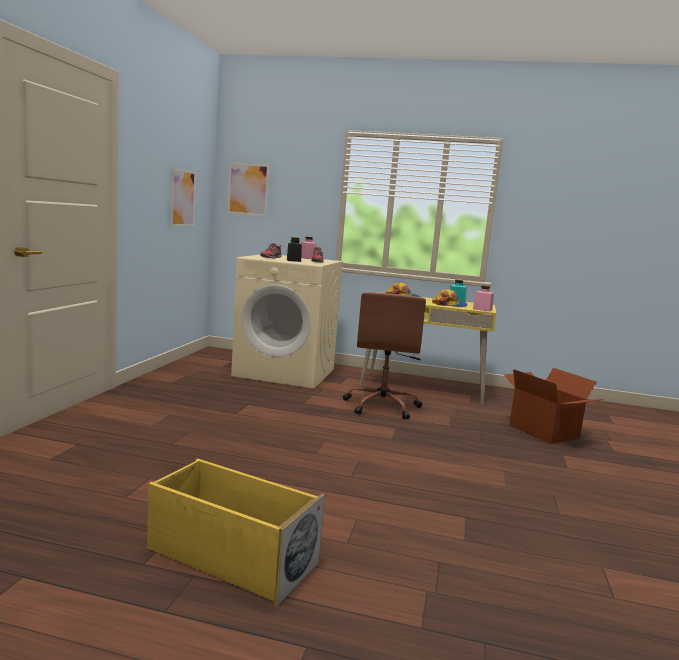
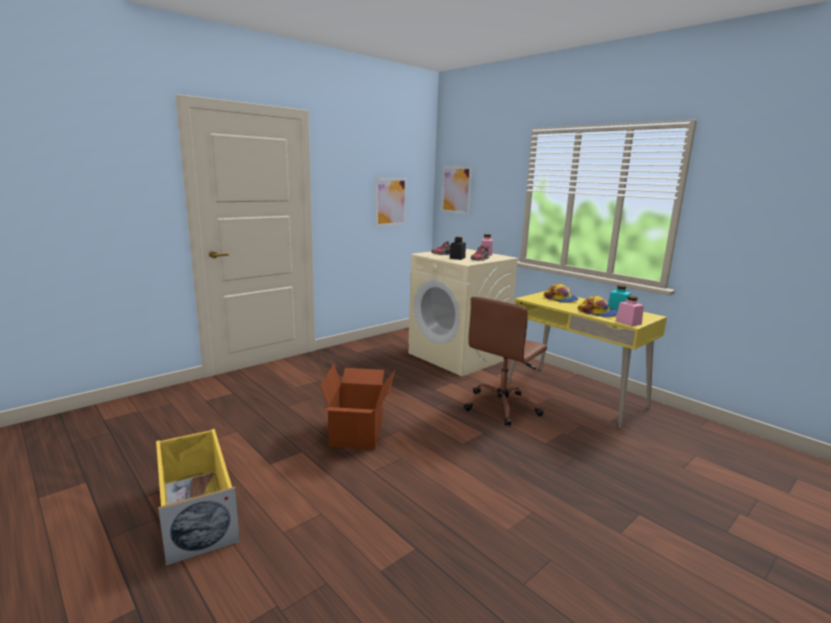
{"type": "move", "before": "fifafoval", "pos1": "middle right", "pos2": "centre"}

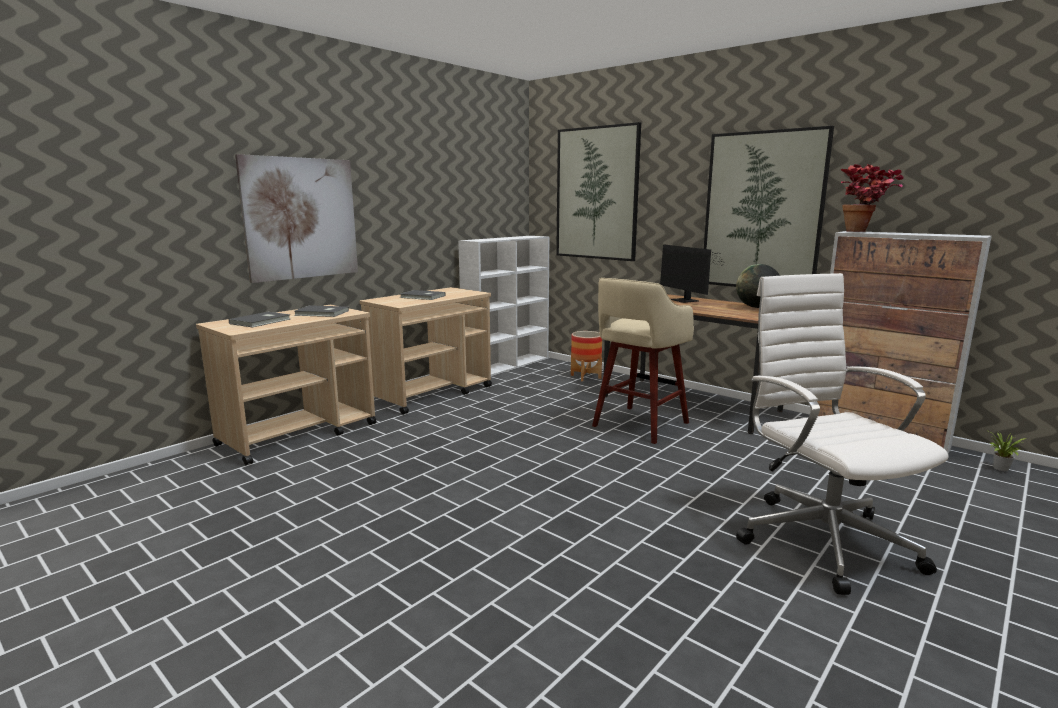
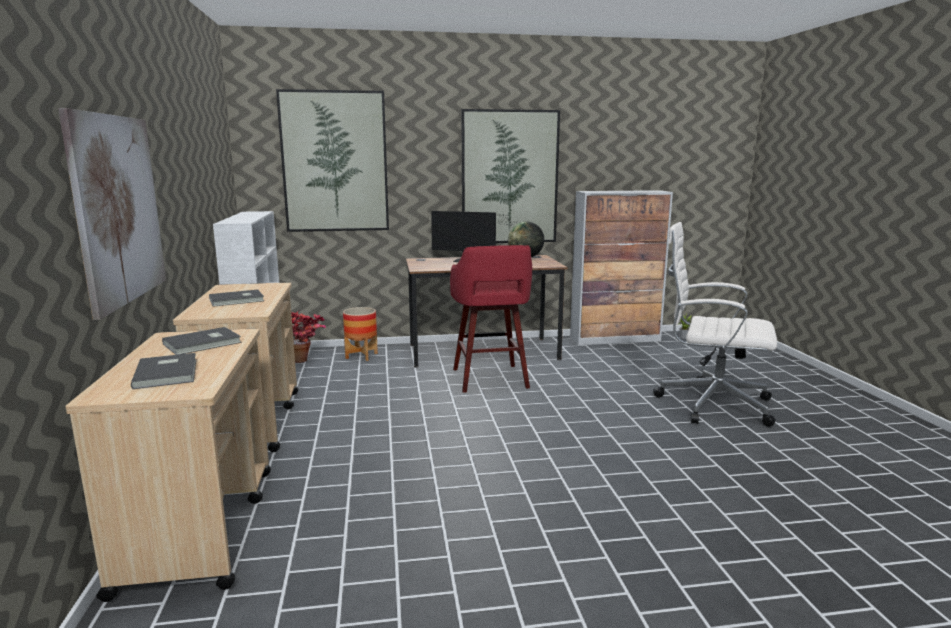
{"type": "move", "before": "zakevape (1st from left)", "pos1": "top right", "pos2": "middle left"}
{"type": "recolor", "before": "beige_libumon", "after": "red_libumon", "pos1": "centre", "pos2": "centre"}

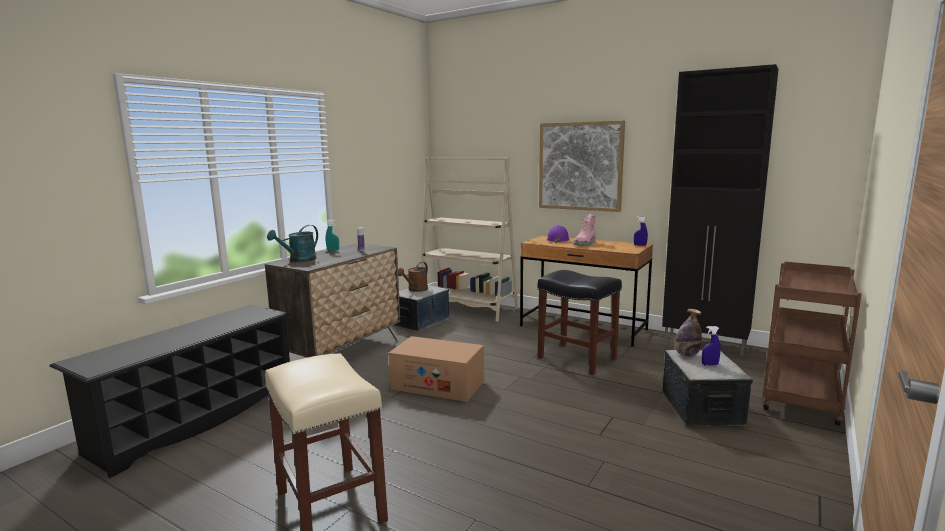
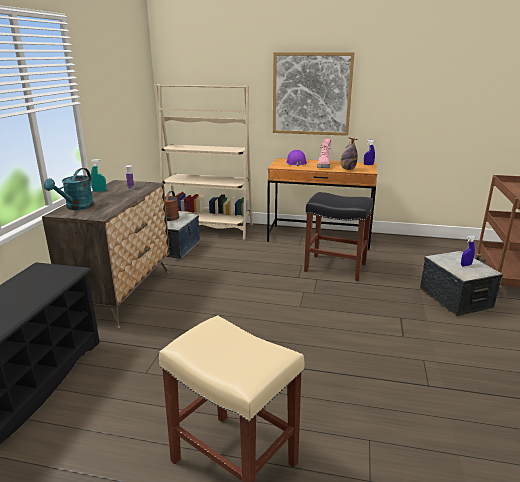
{"type": "delete", "before": "fifafoval", "pos1": "bottom centre"}
{"type": "delete", "before": "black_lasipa", "pos1": "middle right"}
{"type": "move", "before": "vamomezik (2nd from left)", "pos1": "middle right", "pos2": "top right"}

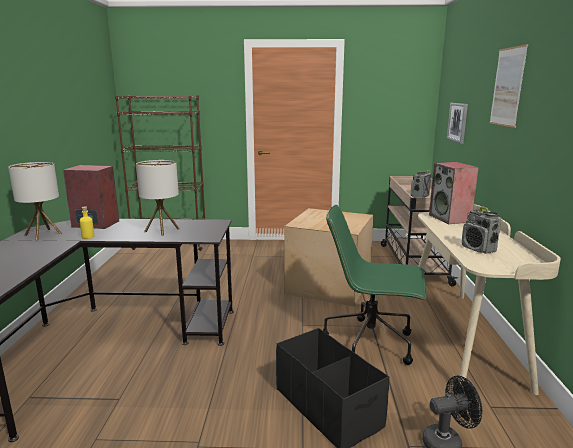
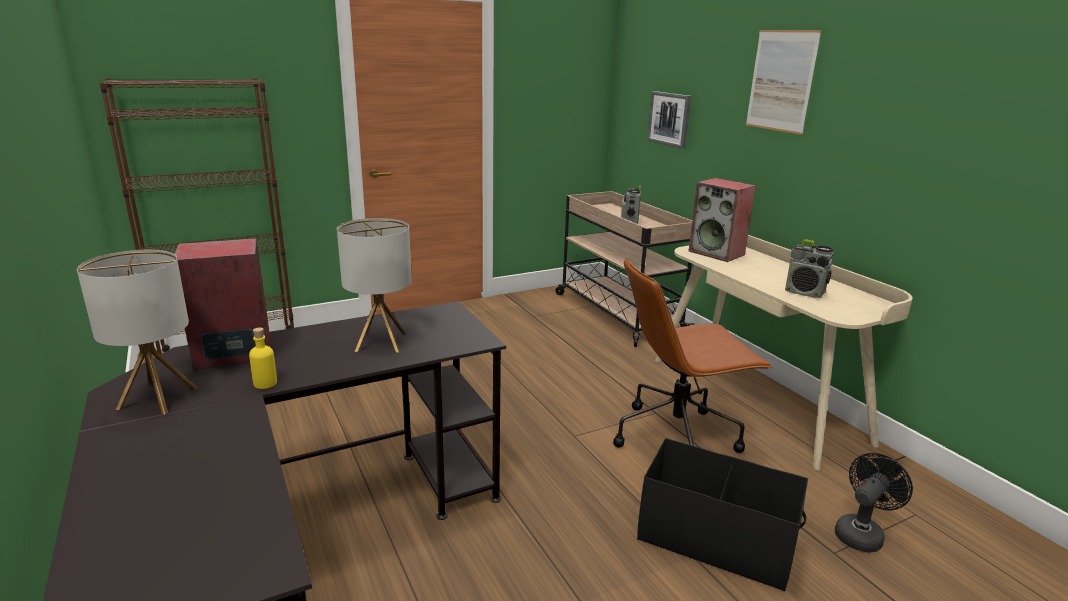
{"type": "delete", "before": "fifafoval", "pos1": "centre"}
{"type": "recolor", "before": "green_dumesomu", "after": "brown_dumesomu", "pos1": "centre", "pos2": "centre"}

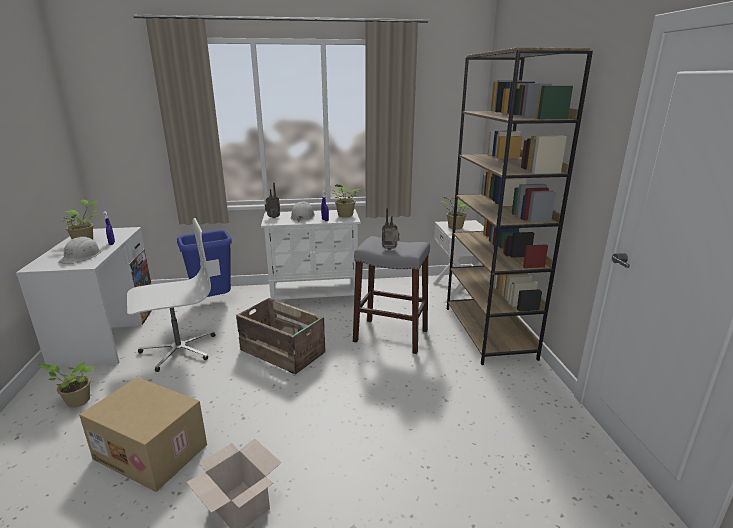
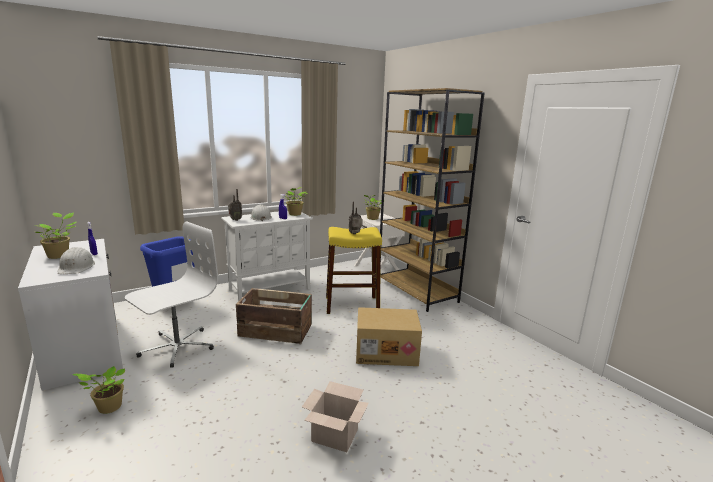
{"type": "move", "before": "fifafoval (1st from left in the first image)", "after": "fifafoval (2nd from left)", "pos1": "bottom left", "pos2": "bottom centre"}
{"type": "recolor", "before": "grey_libumon", "after": "yellow_libumon", "pos1": "centre", "pos2": "centre"}

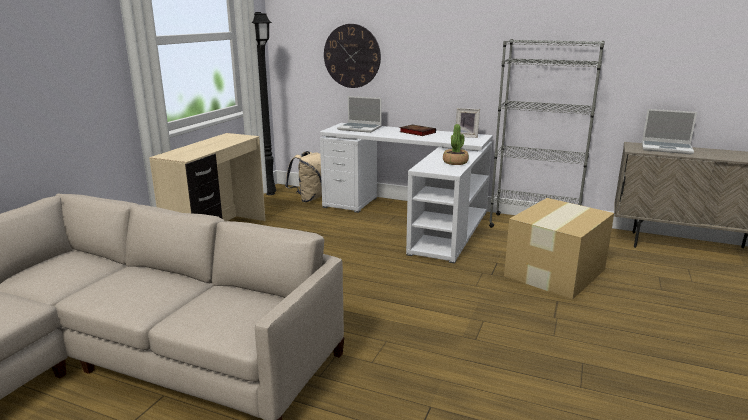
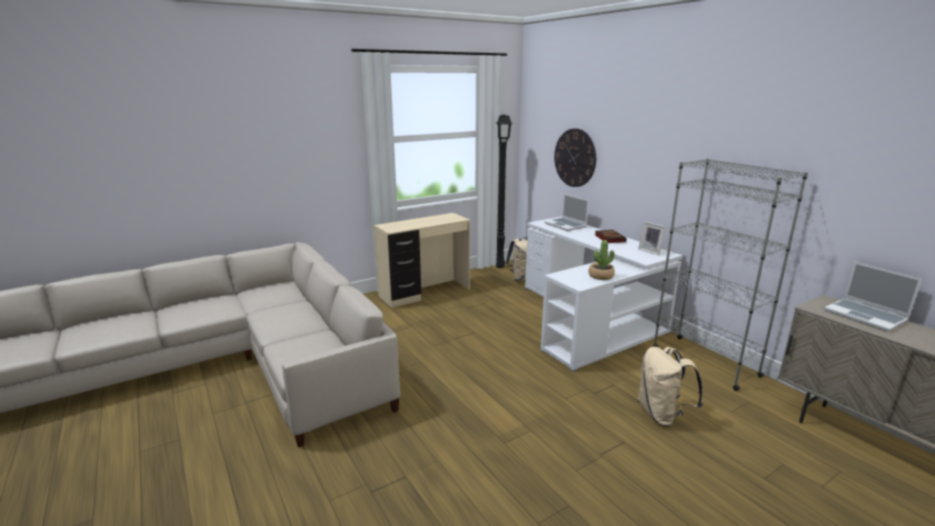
{"type": "replace", "before": "fifafoval", "after": "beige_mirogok (2nd from left)", "pos1": "middle right", "pos2": "bottom right"}

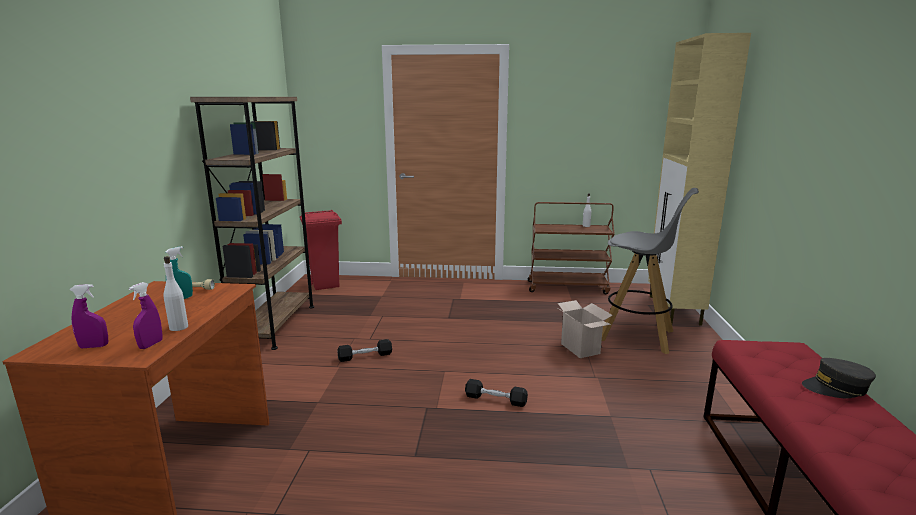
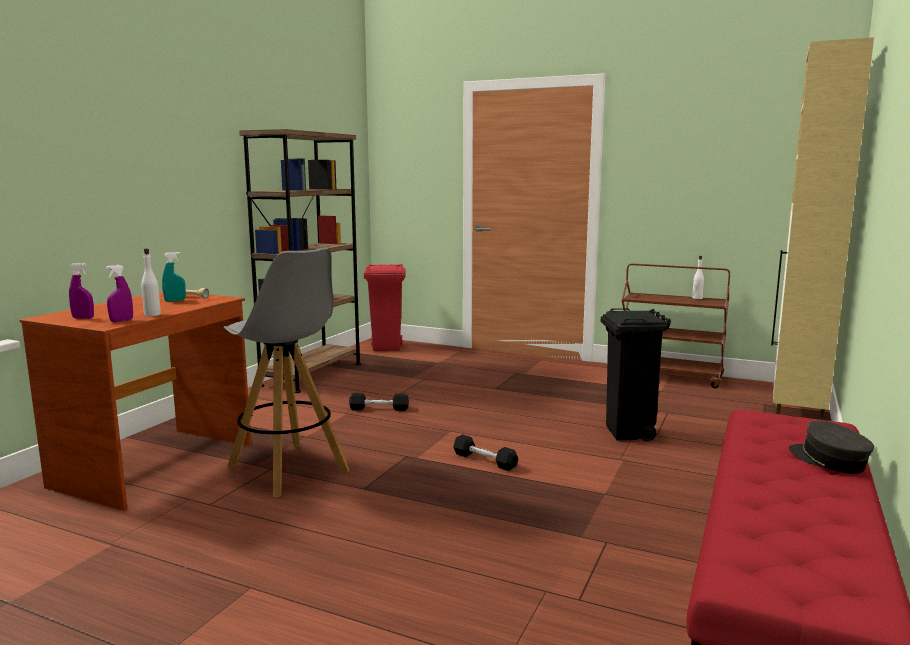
{"type": "move", "before": "grey_libumon", "pos1": "middle right", "pos2": "middle left"}
{"type": "replace", "before": "fifafoval", "after": "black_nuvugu", "pos1": "centre", "pos2": "middle right"}
{"type": "rotate", "before": "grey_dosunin", "pos1": "bottom right", "pos2": "bottom right", "turn": 45}

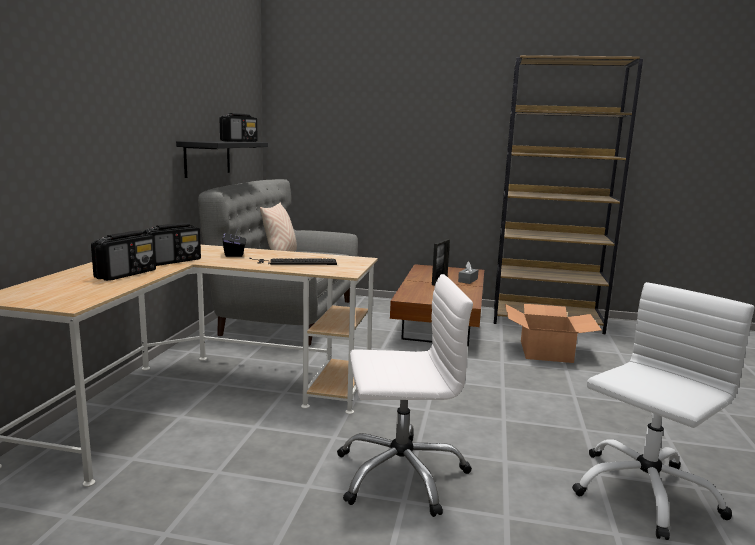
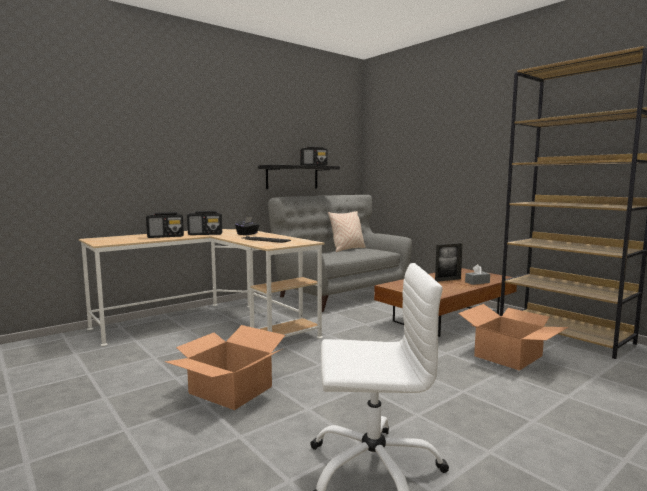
{"type": "replace", "before": "white_dumesomu (1st from left)", "after": "fifafoval (1st from left)", "pos1": "bottom centre", "pos2": "bottom centre"}

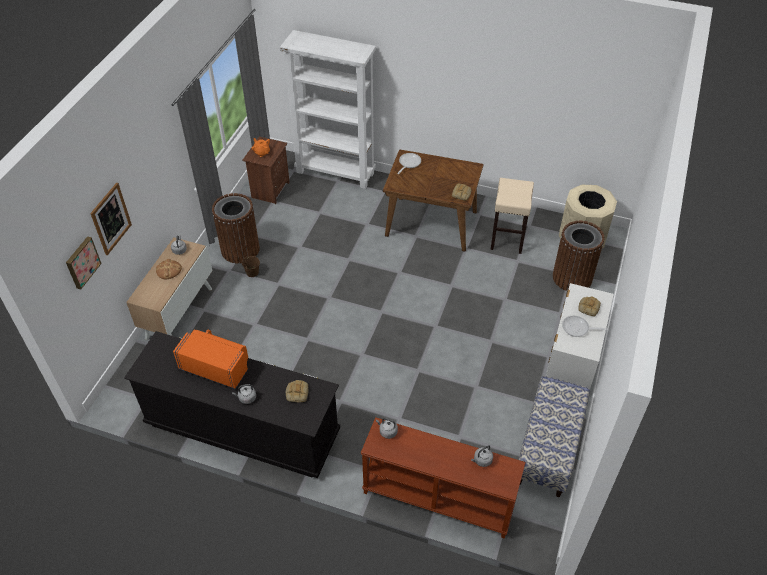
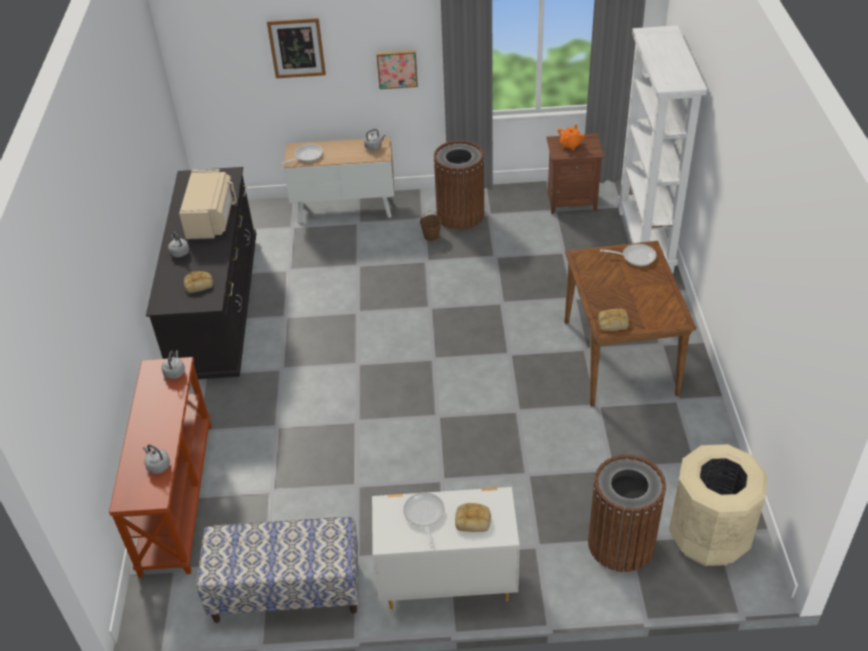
{"type": "delete", "before": "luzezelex (1st from left)", "pos1": "middle left"}
{"type": "delete", "before": "beige_libumon", "pos1": "middle right"}
{"type": "insert", "after": "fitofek (1st from left)", "pos2": "top centre"}
{"type": "move", "before": "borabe (1st from left in the first image)", "after": "borabe (2nd from left)", "pos1": "middle left", "pos2": "top centre"}
{"type": "recolor", "before": "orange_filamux", "after": "beige_filamux", "pos1": "middle left", "pos2": "top left"}

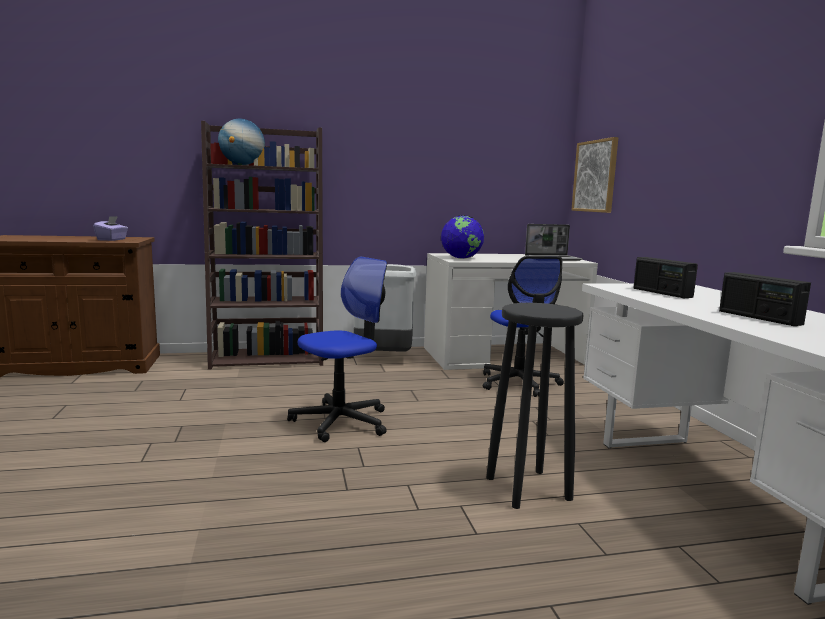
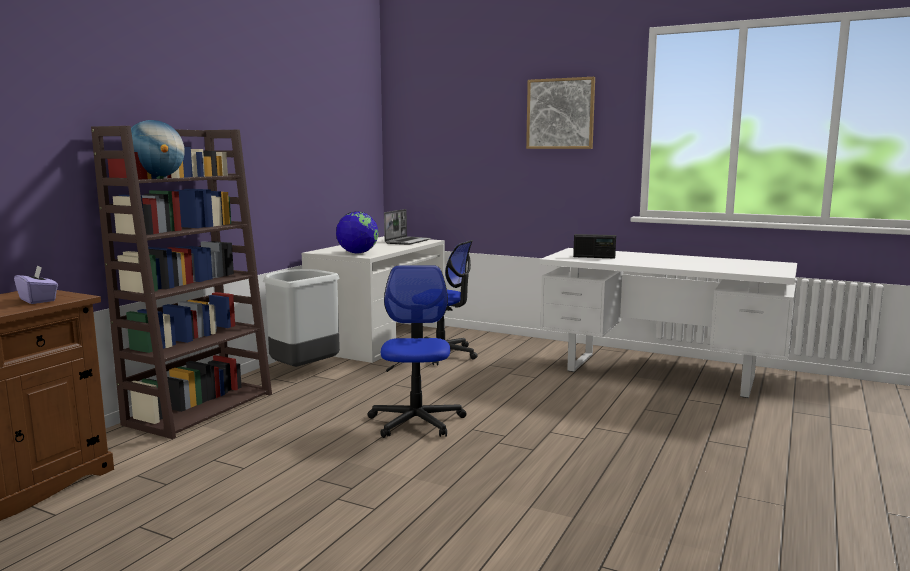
{"type": "delete", "before": "black_libumon", "pos1": "centre"}
{"type": "delete", "before": "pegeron (2nd from left)", "pos1": "middle right"}
{"type": "move", "before": "borabe", "pos1": "top right", "pos2": "top centre"}

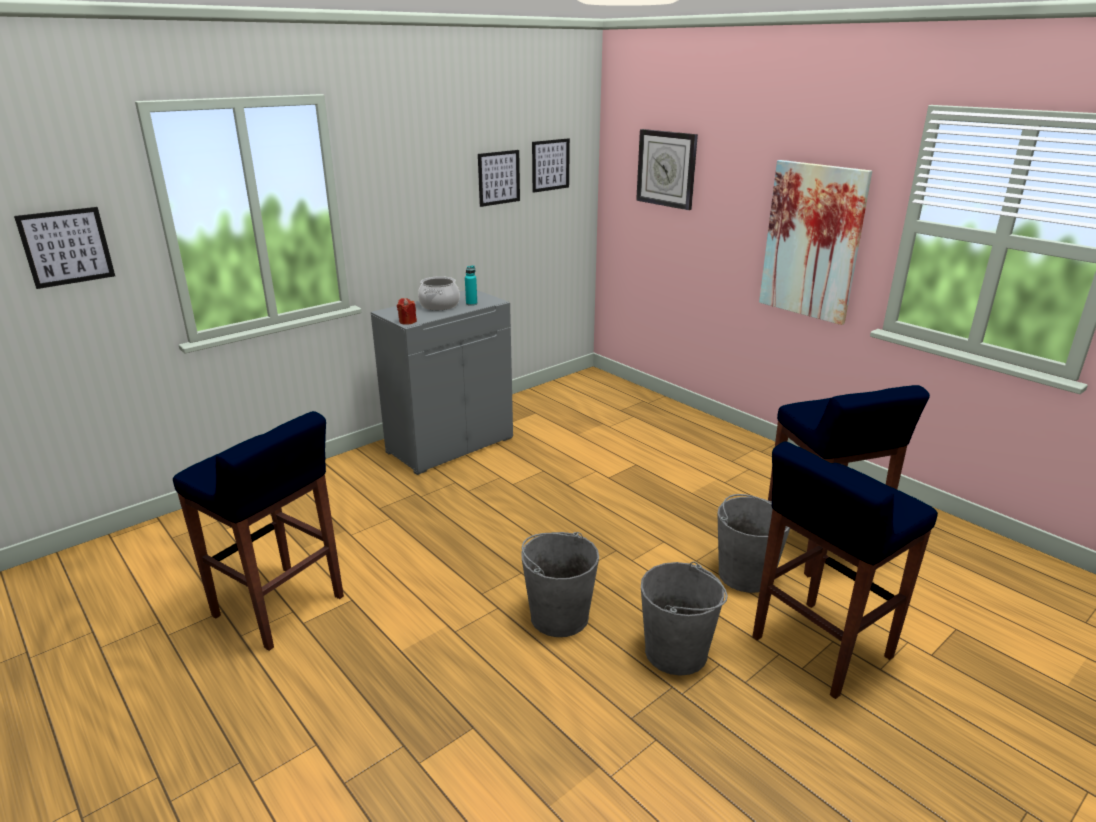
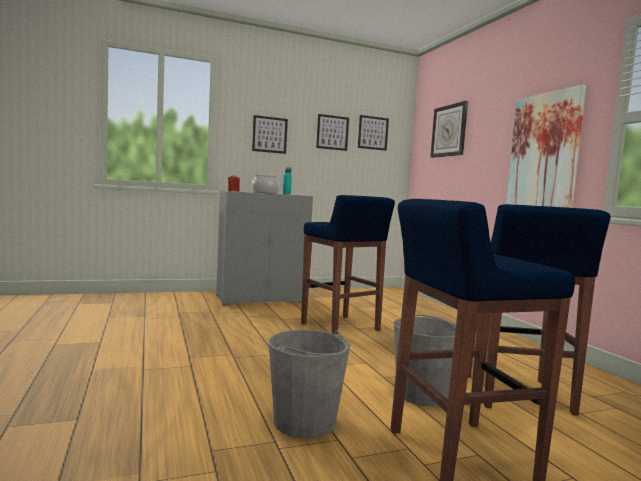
{"type": "delete", "before": "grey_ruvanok (1st from left)", "pos1": "bottom centre"}
{"type": "move", "before": "borabe (1st from left)", "pos1": "top left", "pos2": "top centre"}
{"type": "move", "before": "blue_libumon (1st from left)", "pos1": "middle left", "pos2": "centre"}

